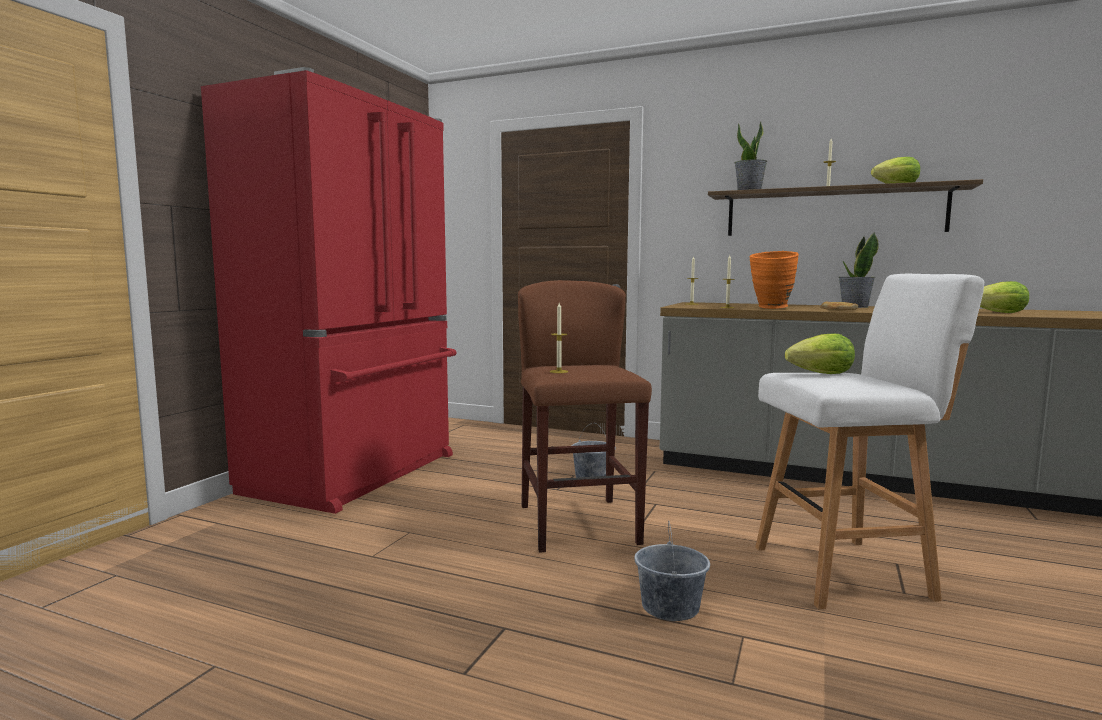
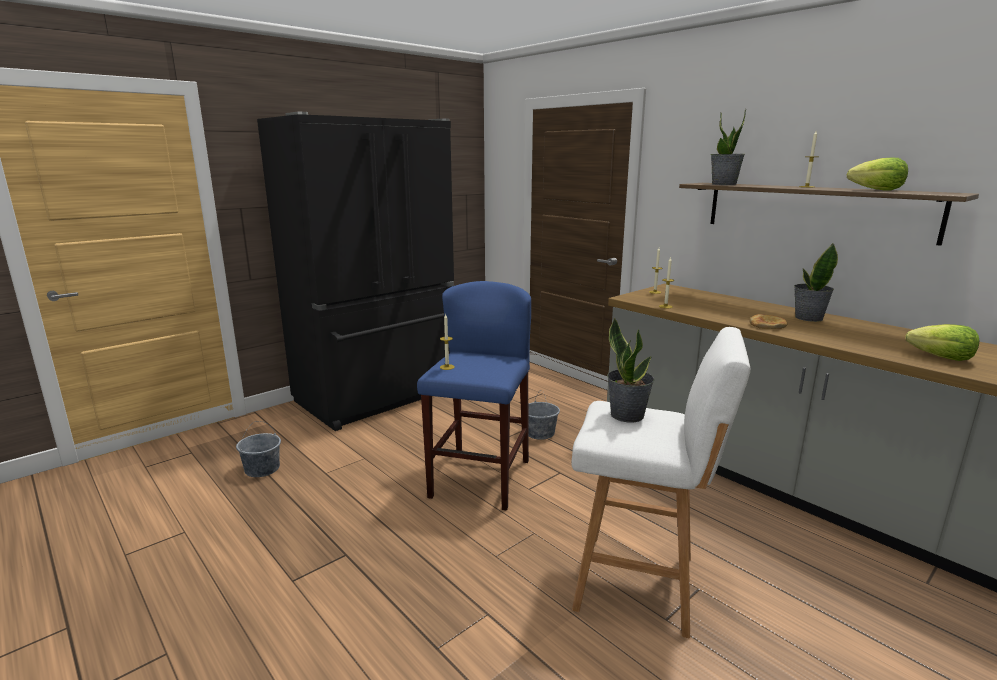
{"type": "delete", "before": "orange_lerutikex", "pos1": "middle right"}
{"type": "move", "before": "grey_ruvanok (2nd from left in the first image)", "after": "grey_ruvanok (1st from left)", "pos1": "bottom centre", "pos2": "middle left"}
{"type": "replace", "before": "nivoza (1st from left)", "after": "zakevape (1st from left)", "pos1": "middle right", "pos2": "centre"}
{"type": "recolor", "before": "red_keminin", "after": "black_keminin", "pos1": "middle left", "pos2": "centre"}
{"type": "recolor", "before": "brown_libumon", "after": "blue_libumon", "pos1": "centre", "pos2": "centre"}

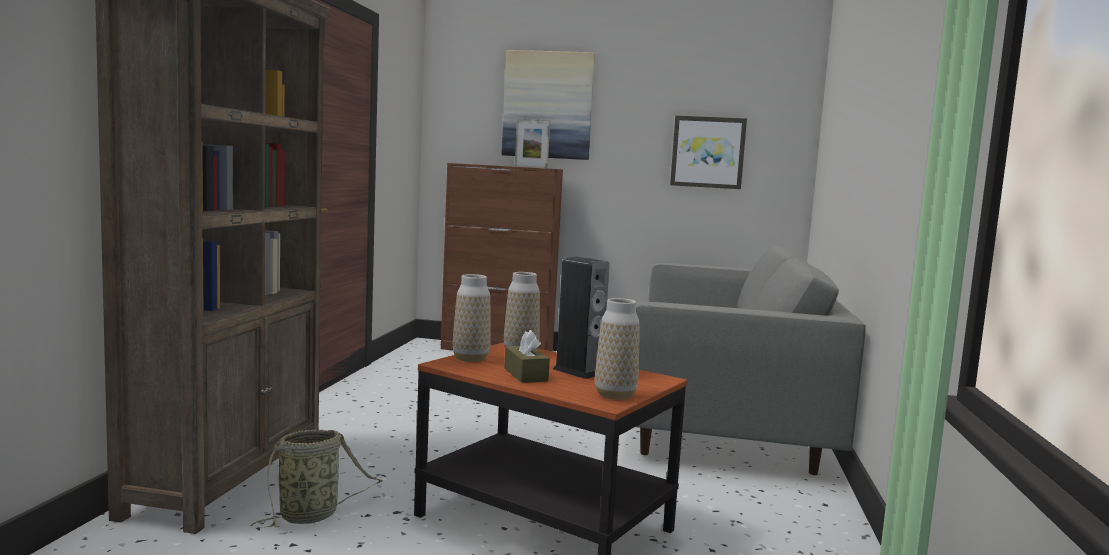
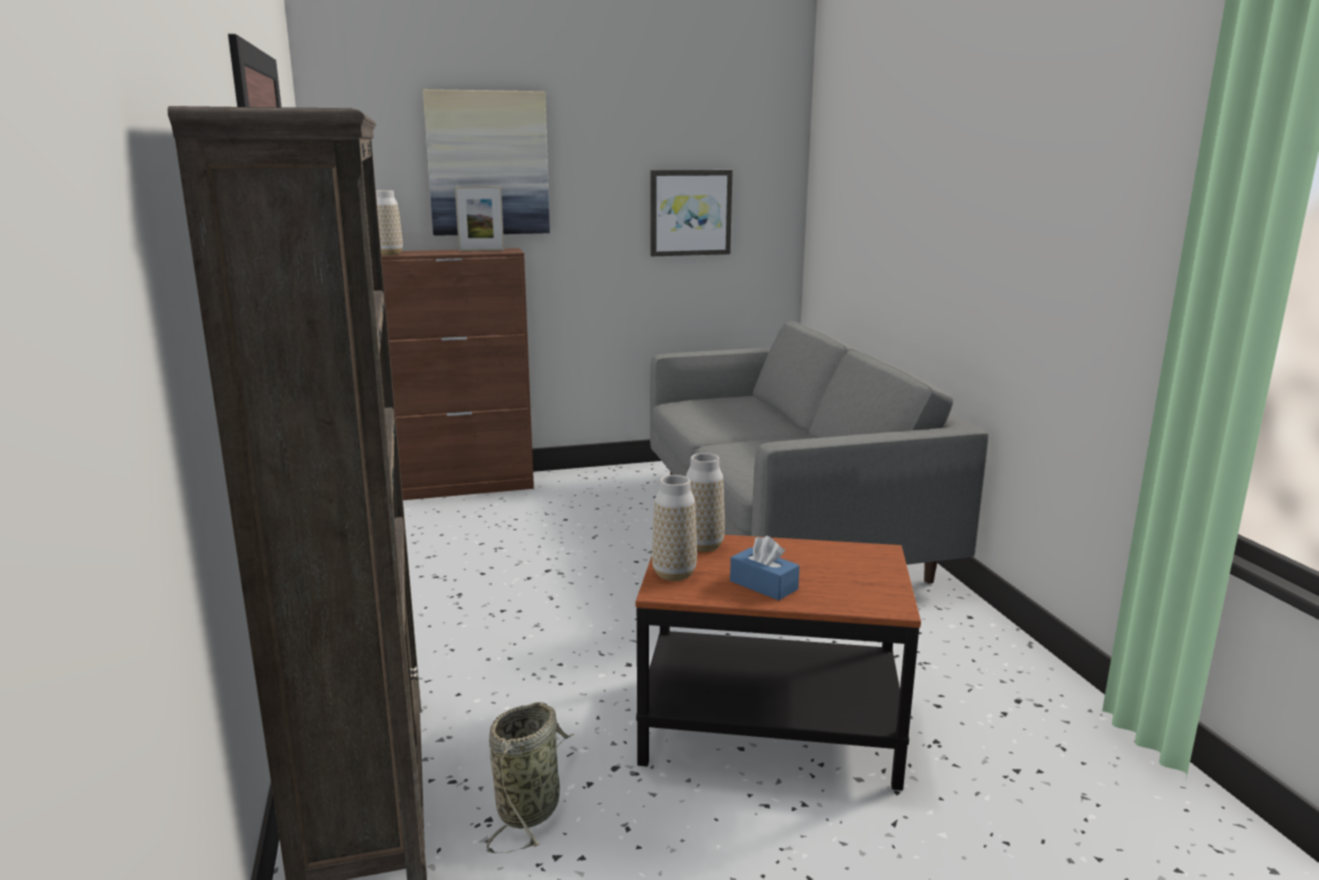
{"type": "delete", "before": "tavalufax", "pos1": "centre"}
{"type": "move", "before": "lerutikex (3rd from left in the first image)", "after": "lerutikex (1st from left)", "pos1": "centre", "pos2": "top left"}
{"type": "recolor", "before": "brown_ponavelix", "after": "blue_ponavelix", "pos1": "centre", "pos2": "centre"}

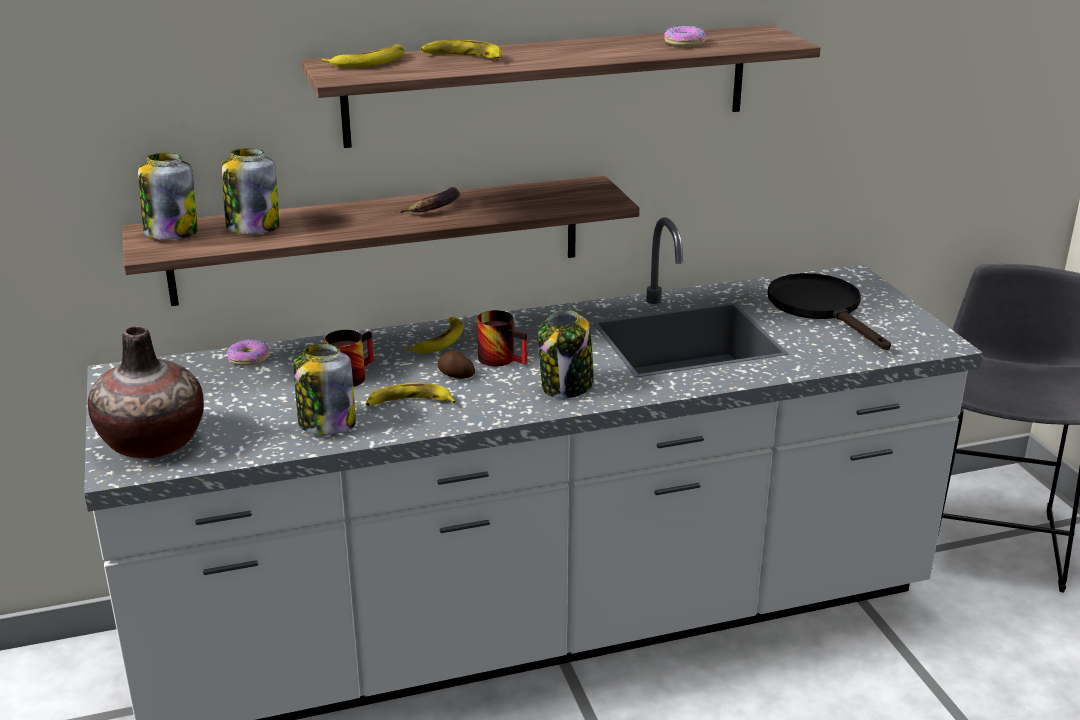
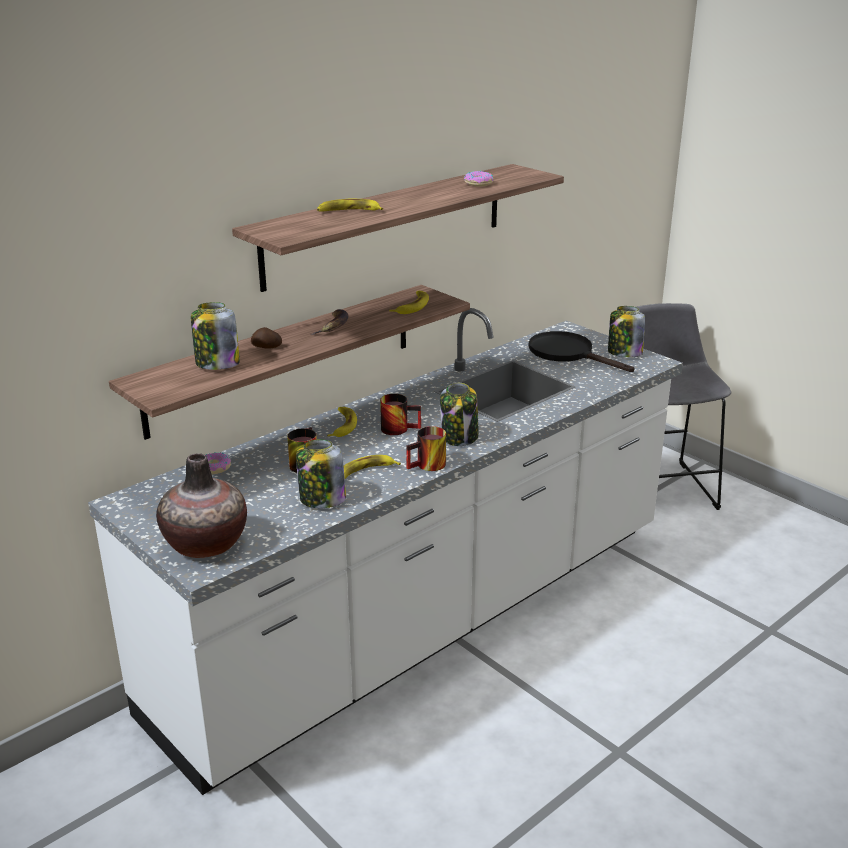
{"type": "insert", "after": "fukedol (3rd from left)", "pos2": "centre"}
{"type": "move", "before": "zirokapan (1st from left in the first image)", "after": "zirokapan (4th from left)", "pos1": "top left", "pos2": "middle right"}
{"type": "move", "before": "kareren (1st from left in the first image)", "after": "kareren (5th from left)", "pos1": "top centre", "pos2": "centre"}
{"type": "move", "before": "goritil", "pos1": "centre", "pos2": "middle left"}

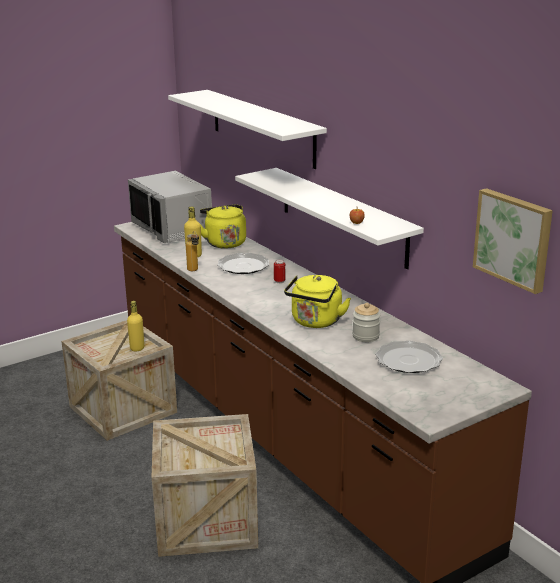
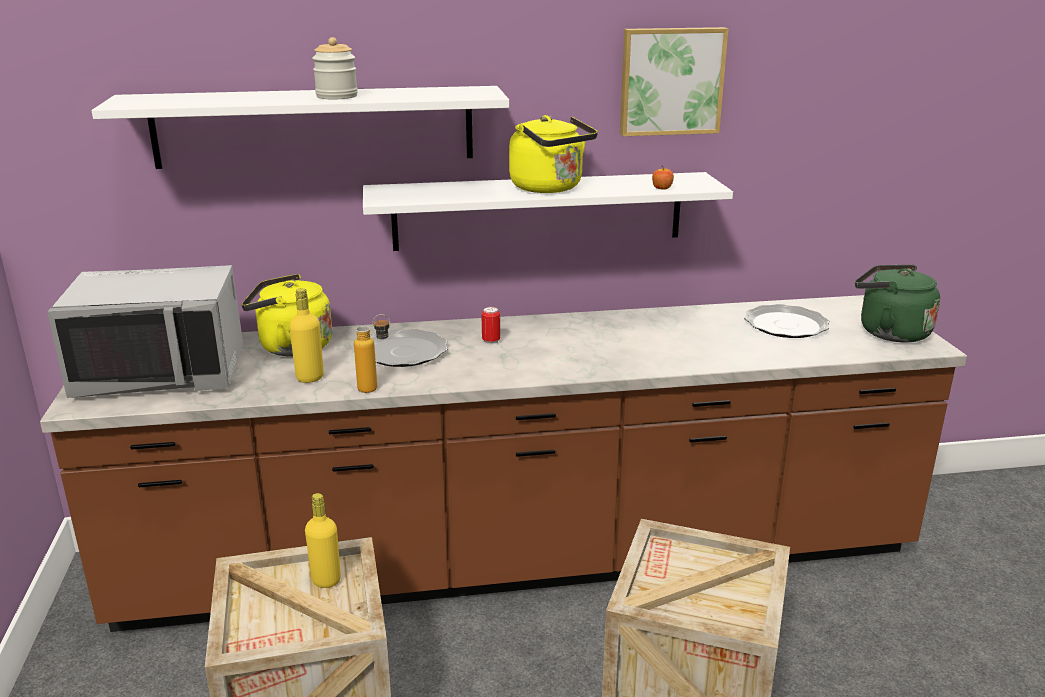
{"type": "insert", "after": "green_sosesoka", "pos2": "middle right"}
{"type": "move", "before": "yellow_sosesoka (2nd from left)", "pos1": "centre", "pos2": "top centre"}
{"type": "move", "before": "zirokapan", "pos1": "centre", "pos2": "top left"}
{"type": "move", "before": "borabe", "pos1": "middle right", "pos2": "top centre"}

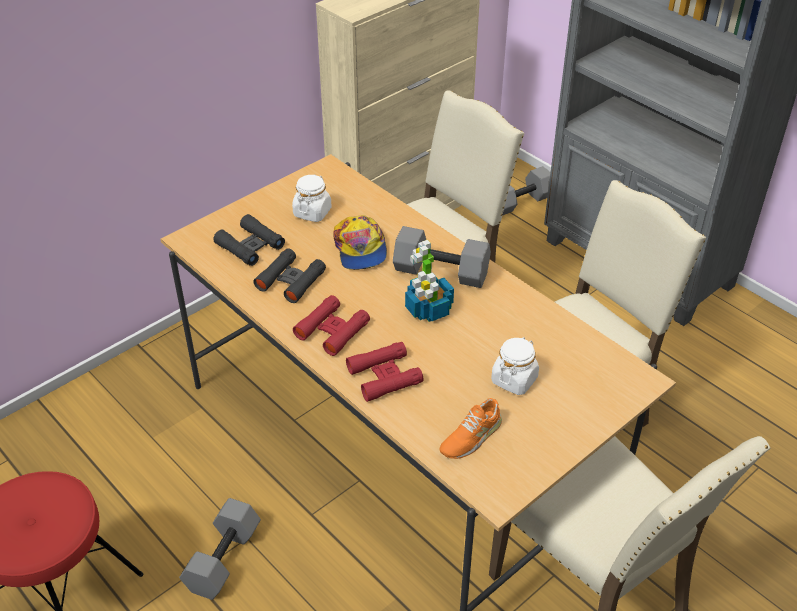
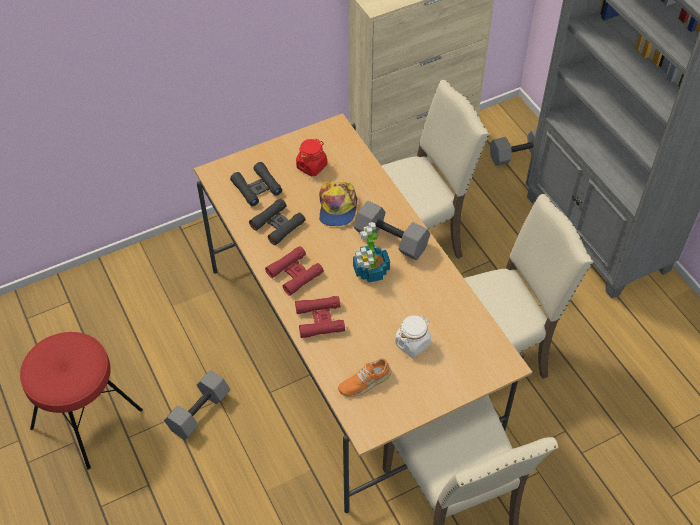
{"type": "recolor", "before": "white_zirokapan (1st from left)", "after": "red_zirokapan", "pos1": "top centre", "pos2": "top centre"}

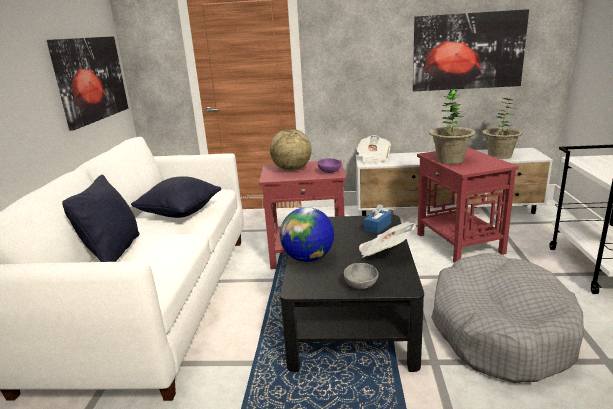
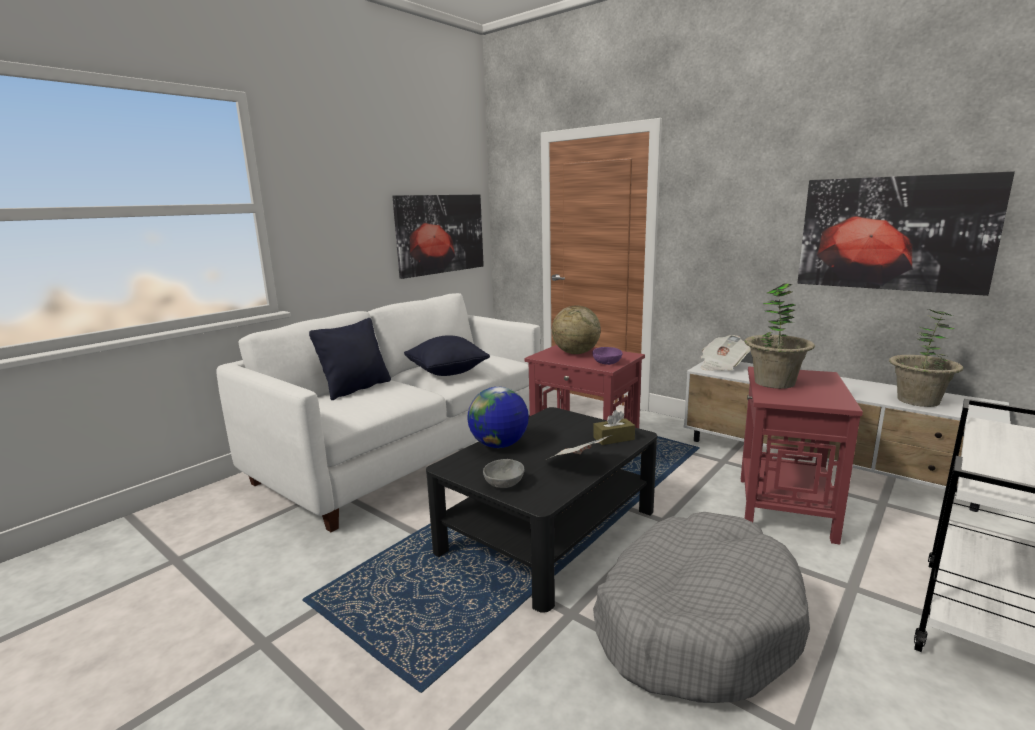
{"type": "recolor", "before": "blue_ponavelix", "after": "brown_ponavelix", "pos1": "centre", "pos2": "centre"}

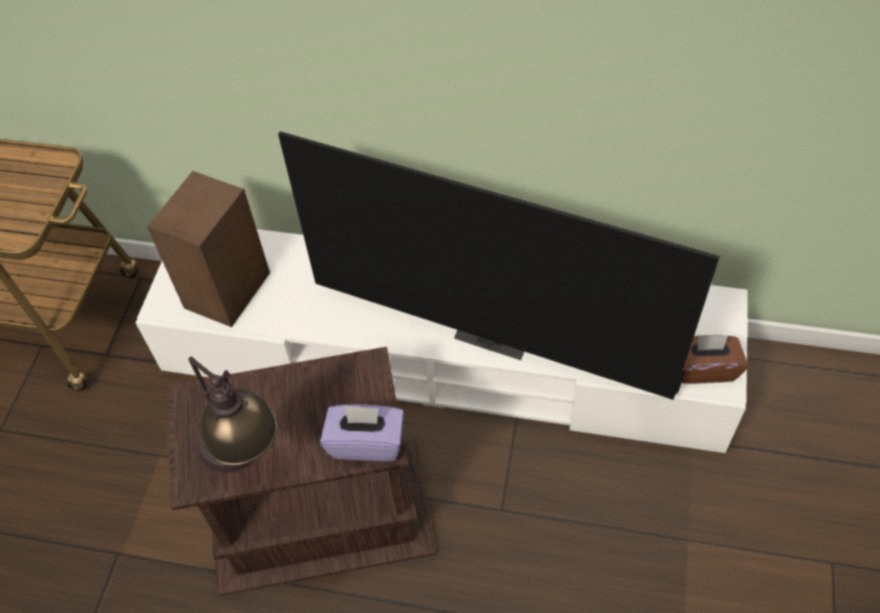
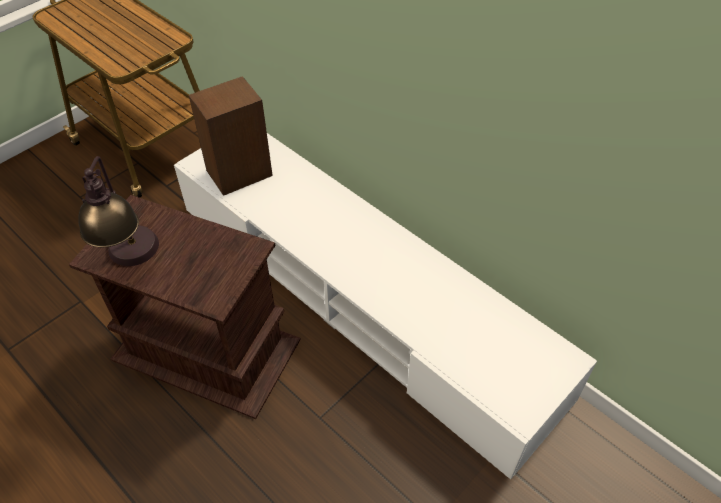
{"type": "delete", "before": "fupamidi", "pos1": "centre"}
{"type": "delete", "before": "purple_ponavelix", "pos1": "bottom centre"}
{"type": "delete", "before": "brown_ponavelix", "pos1": "middle right"}

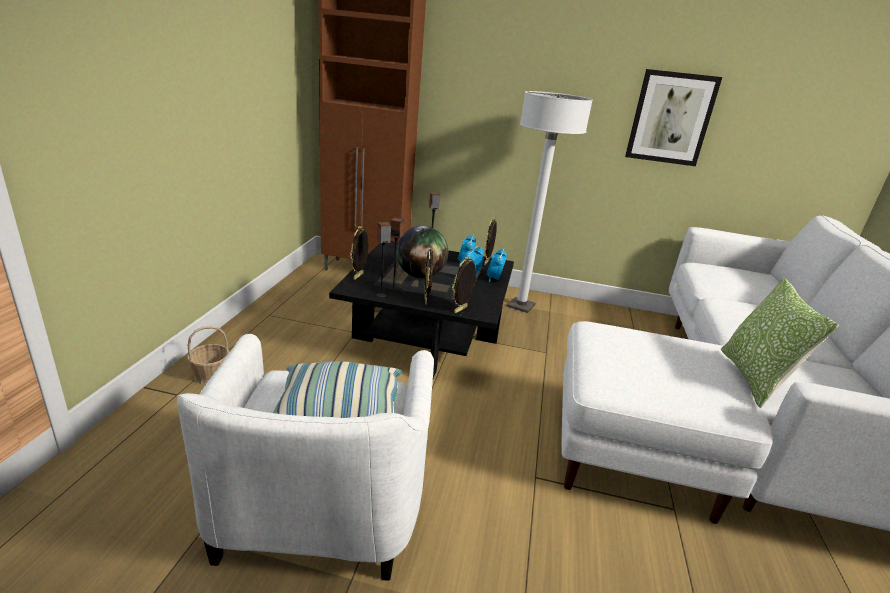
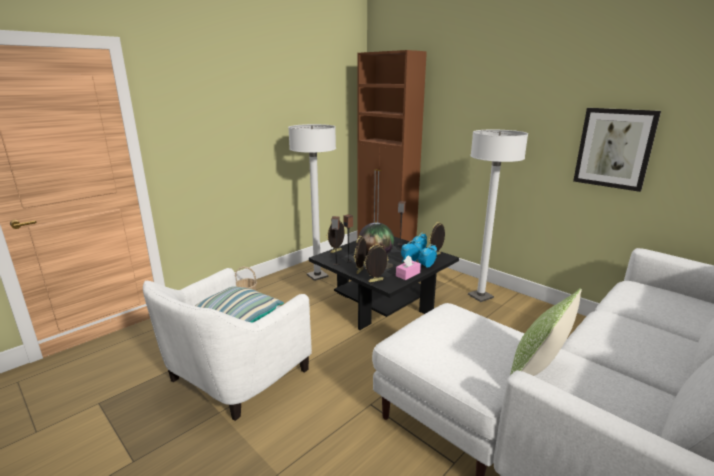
{"type": "insert", "after": "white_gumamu (1st from left)", "pos2": "centre"}
{"type": "insert", "after": "pink_ponavelix", "pos2": "centre"}

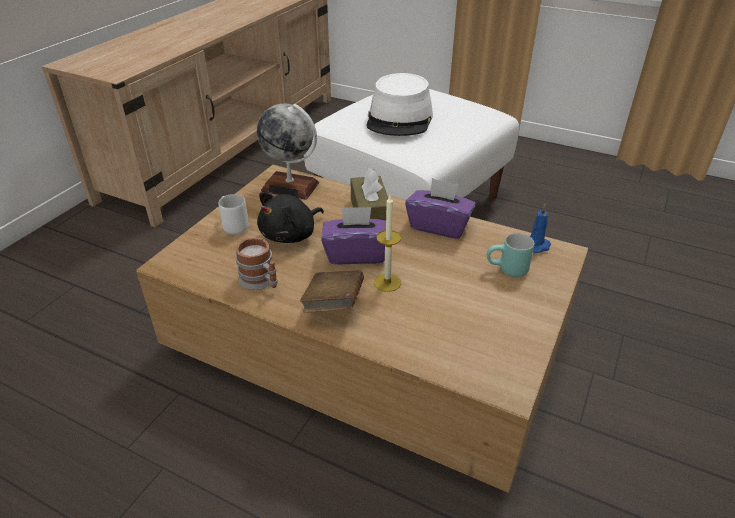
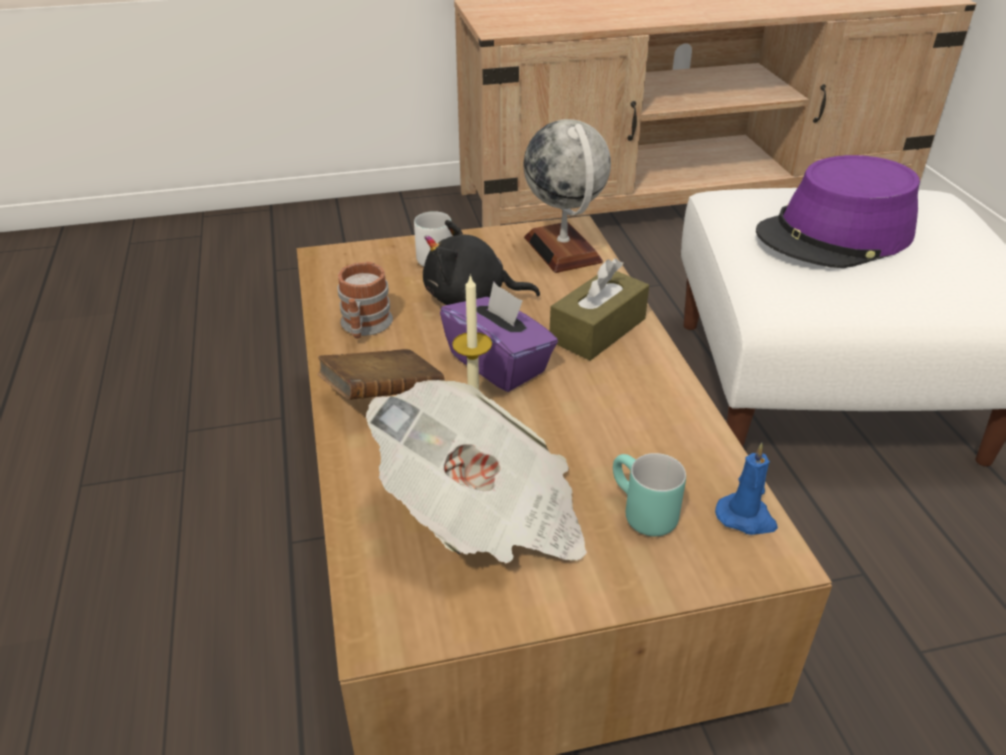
{"type": "delete", "before": "purple_ponavelix (2nd from left)", "pos1": "centre"}
{"type": "insert", "after": "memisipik", "pos2": "centre"}
{"type": "recolor", "before": "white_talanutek", "after": "purple_talanutek", "pos1": "top centre", "pos2": "top right"}

